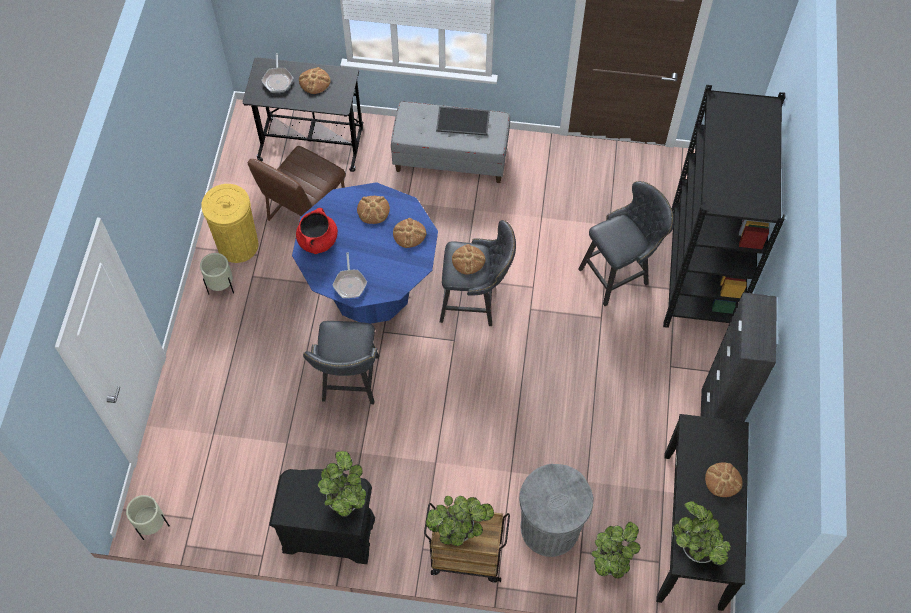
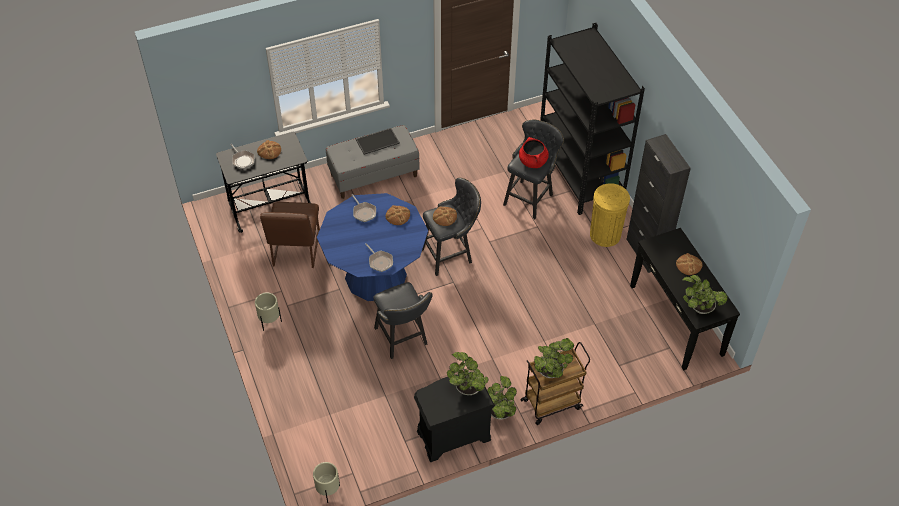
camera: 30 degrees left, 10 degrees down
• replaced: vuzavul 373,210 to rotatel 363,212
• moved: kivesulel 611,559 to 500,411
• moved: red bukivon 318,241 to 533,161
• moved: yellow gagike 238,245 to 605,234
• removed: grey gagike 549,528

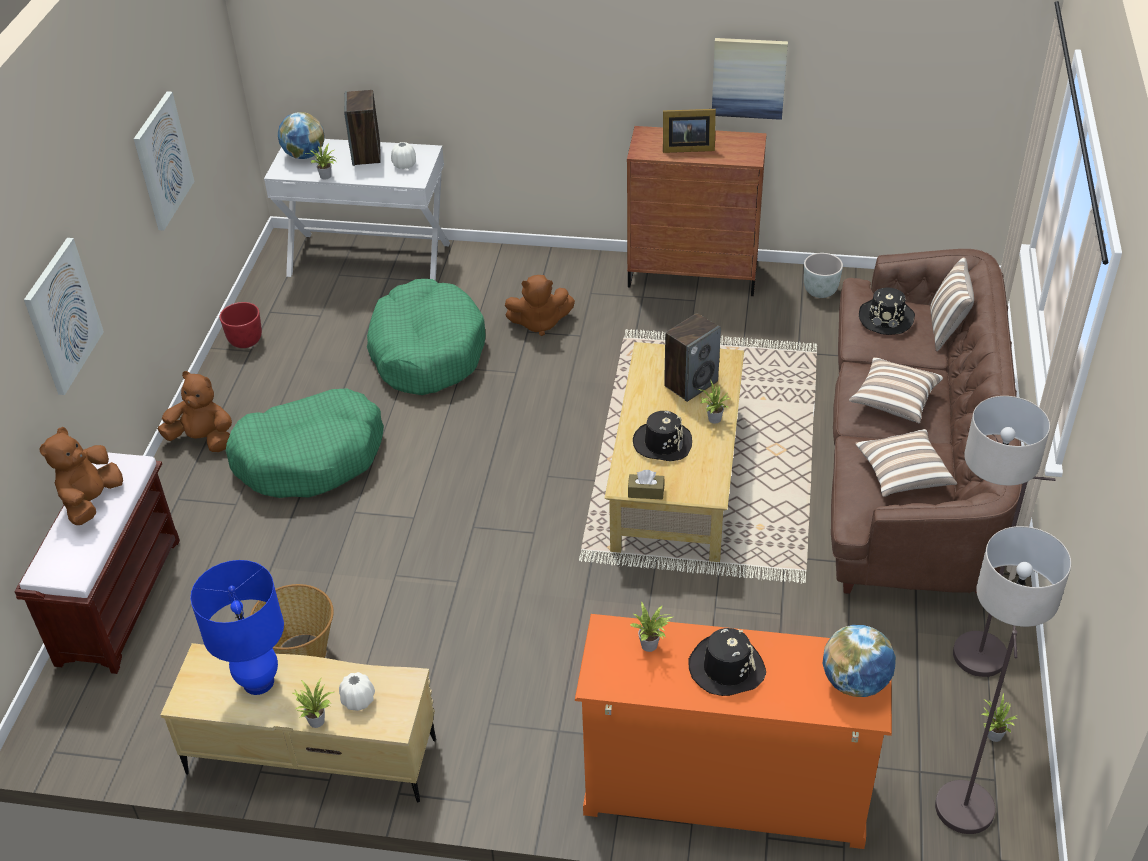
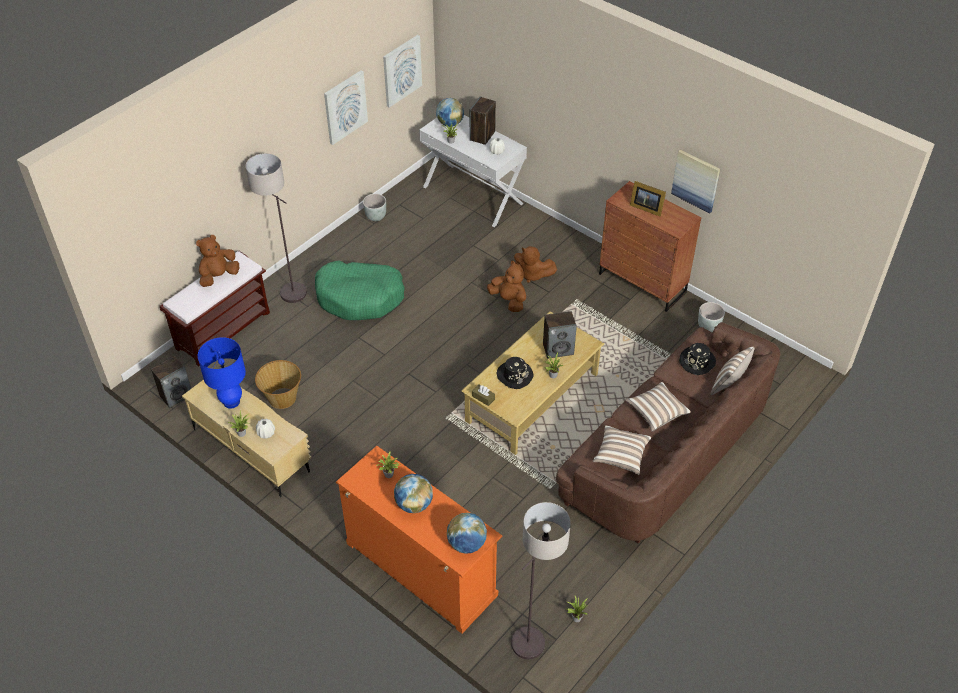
camera: 30 degrees right, 5 degrees up
• added: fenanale 176,395
• moved: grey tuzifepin 962,654 to 288,289
• recoloured: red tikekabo 245,341 to grey tikekabo 375,216
• moved: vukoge 62,316 to 401,70
• replaced: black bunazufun 726,668 to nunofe 414,504
• moved: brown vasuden 203,439 to 509,300
• removed: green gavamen 427,351

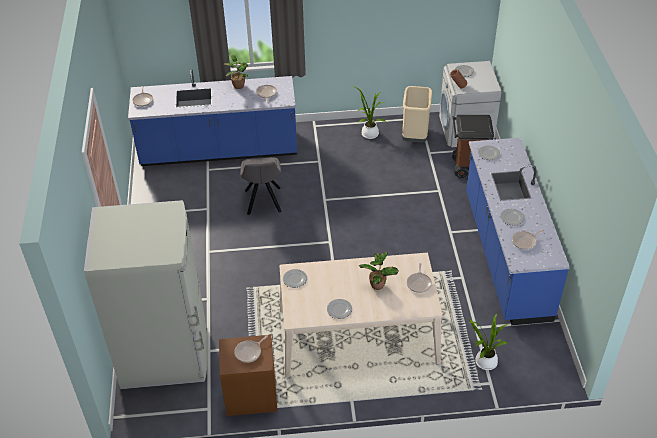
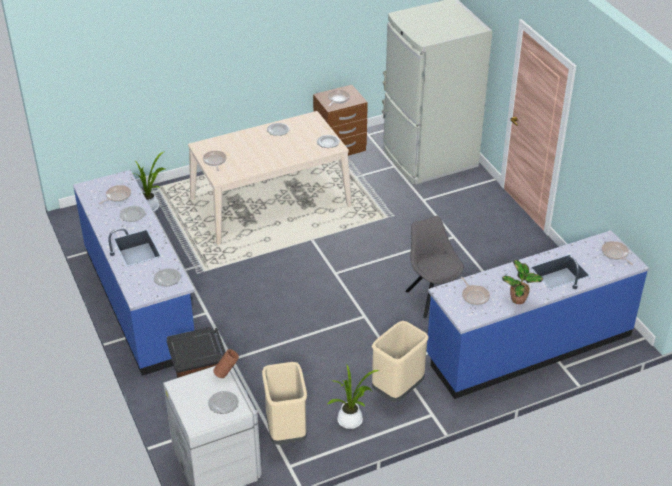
camera: 160 degrees right, 5 degrees down
• added: beige gagike 397,389
• removed: kivesulel 378,284

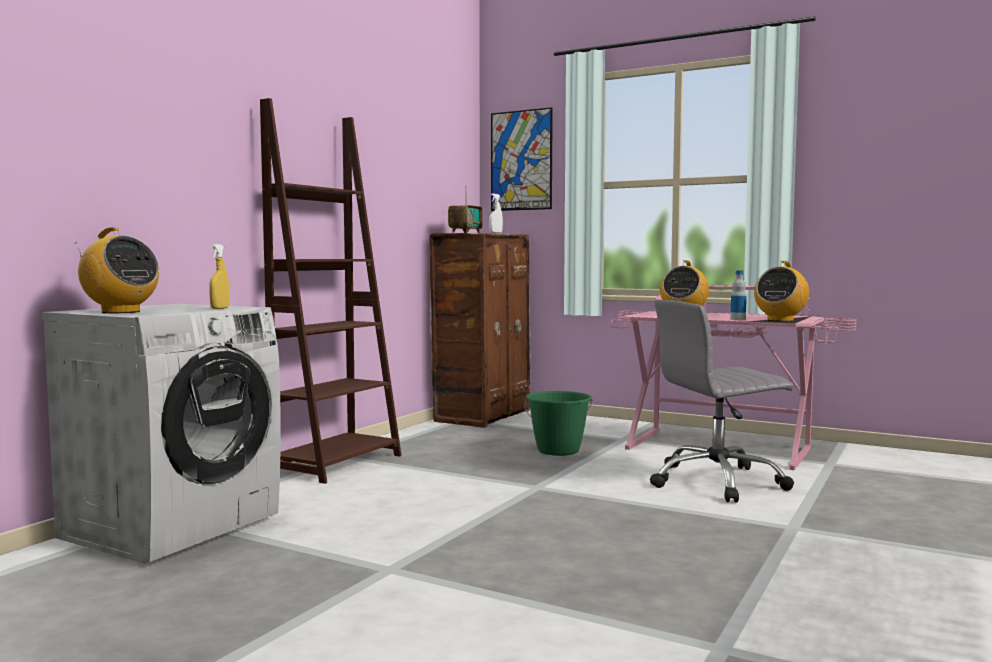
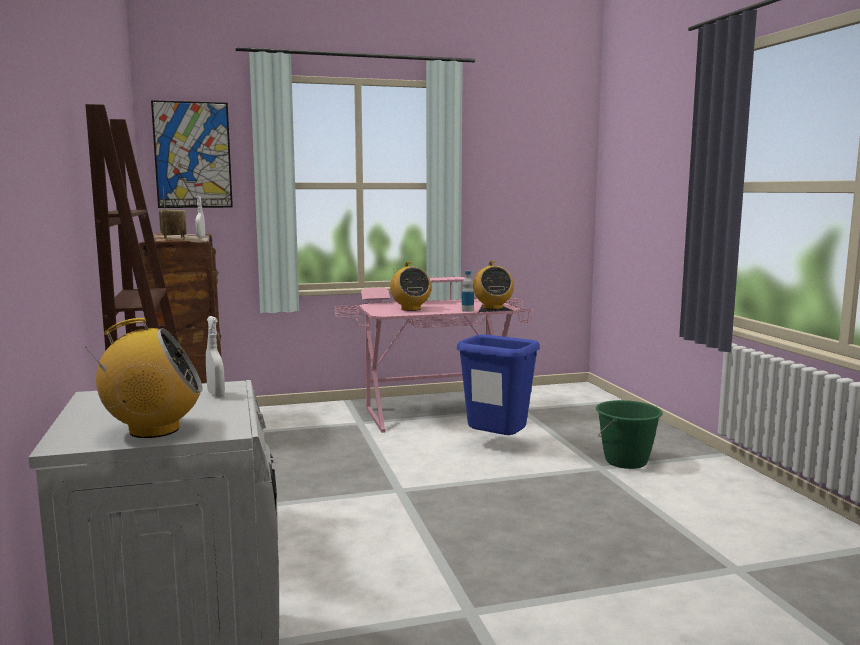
camera: 45 degrees left, 5 degrees up
• recoloured: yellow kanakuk 219,308 to white kanakuk 216,394
• replaced: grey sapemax 716,482 to blue gagike 495,445
• moved: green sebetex 558,451 to 626,461

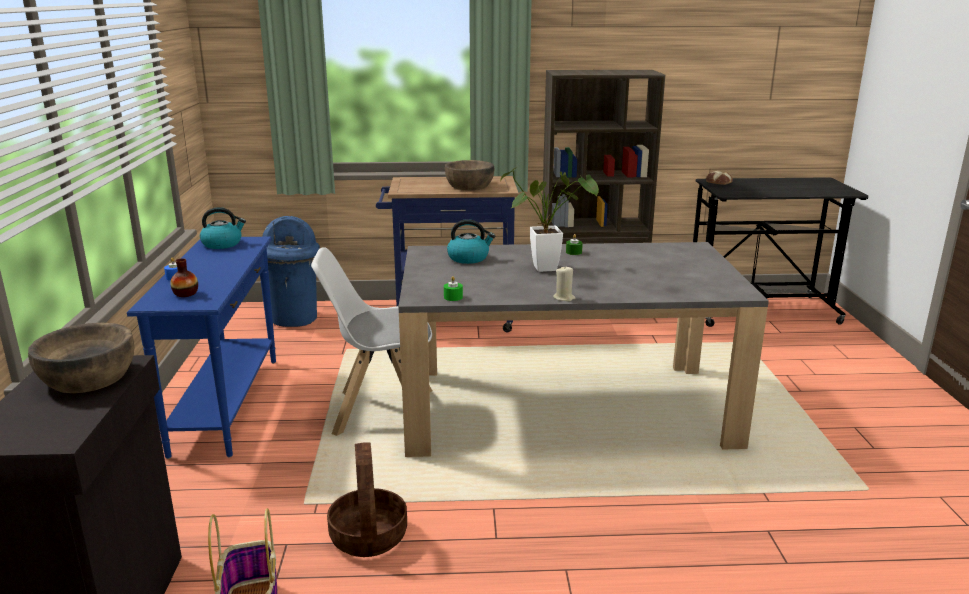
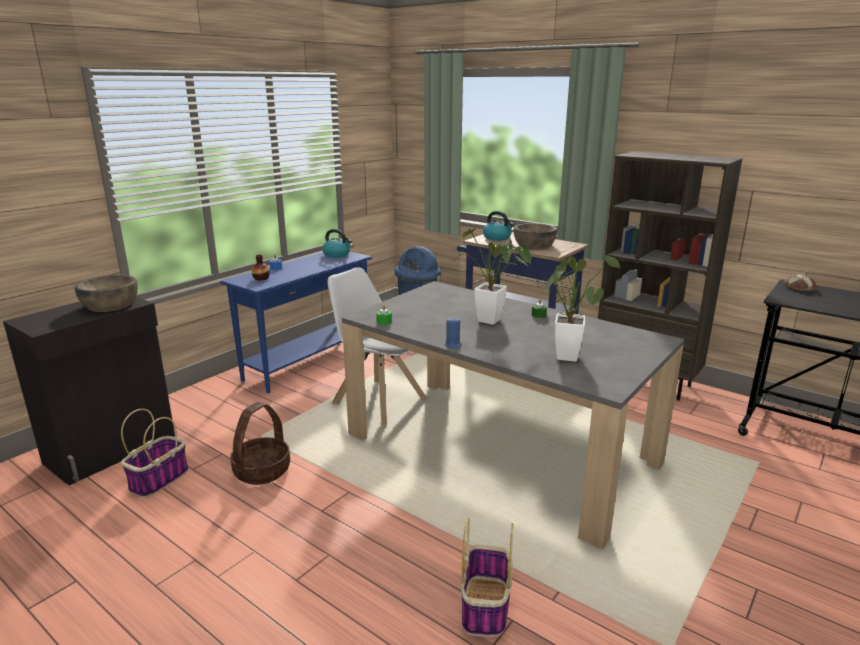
camera: 40 degrees right, 0 degrees up
• recoloured: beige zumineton 564,298 to blue zumineton 453,345
• added: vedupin 485,607
• moved: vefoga 469,258 to 497,238
• added: kivesulel 567,354

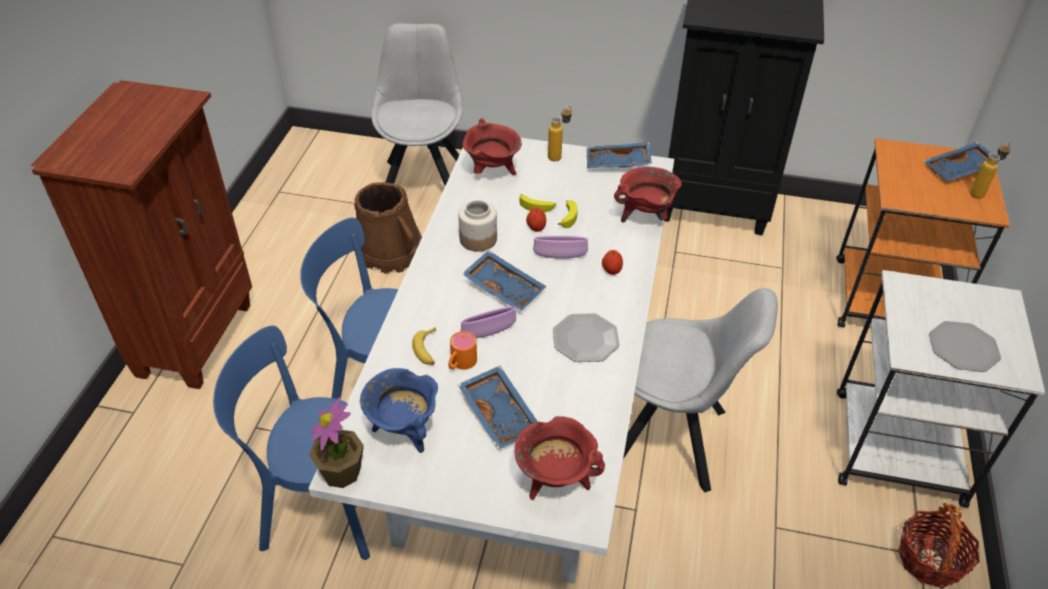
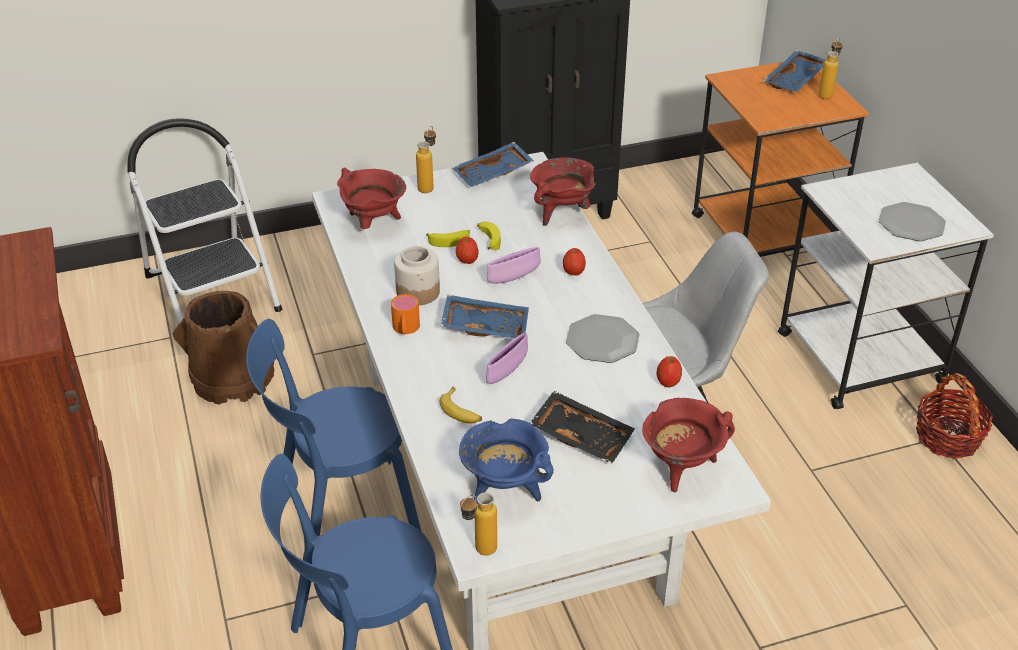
camera: 30 degrees left, 5 degrees down
• replaced: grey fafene 423,182 to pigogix 211,291
• moved: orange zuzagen 460,363 to 405,329
• replaced: kivesulel 341,472 to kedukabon 478,552
• recoloured: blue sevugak 501,413 to black sevugak 582,435
• added: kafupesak 668,382

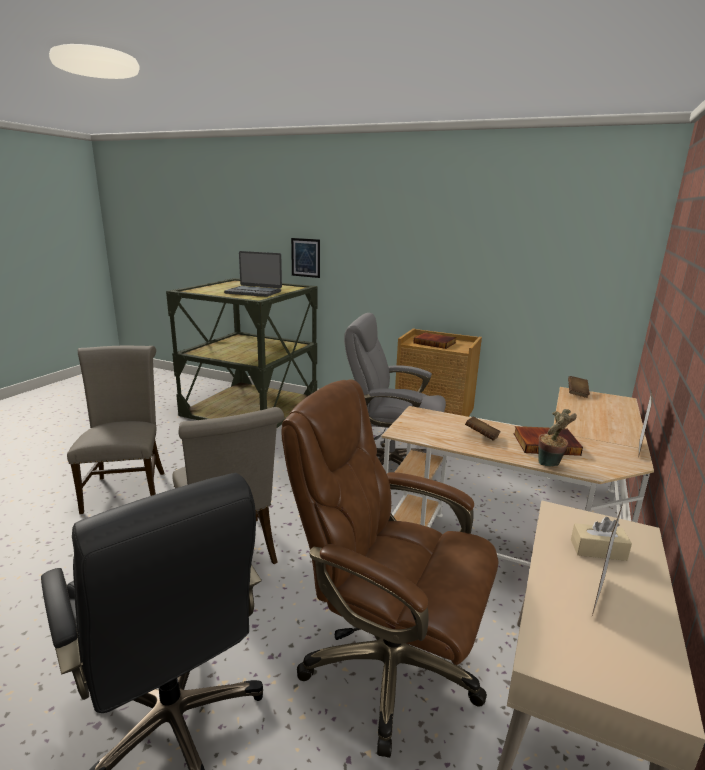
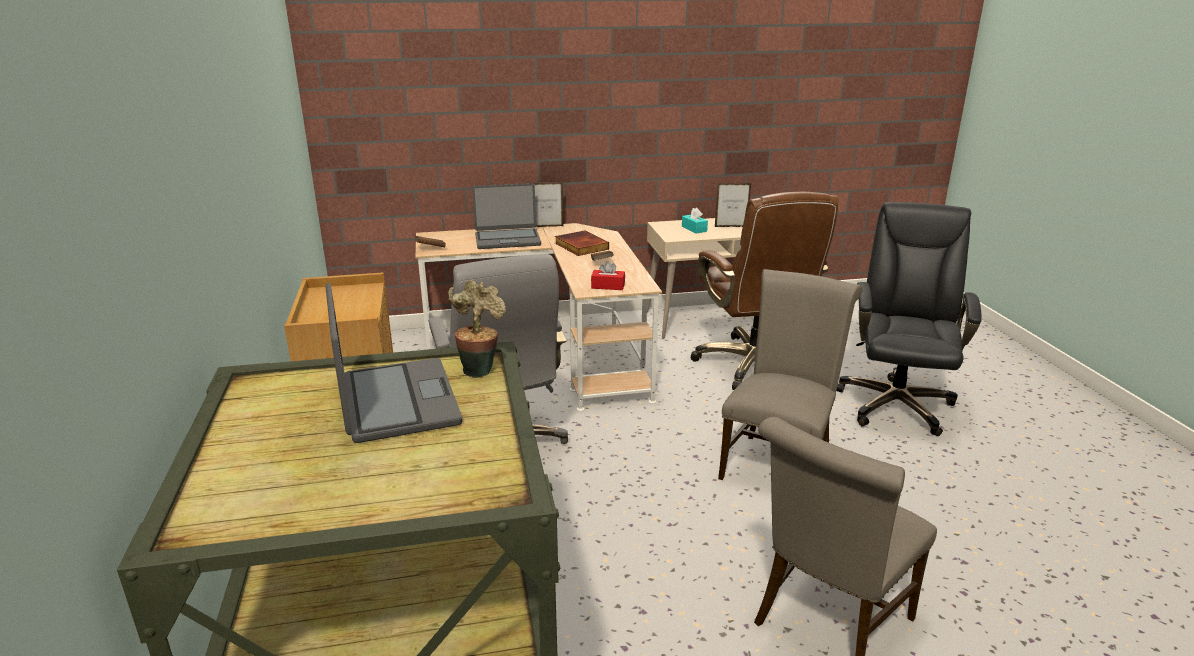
camera: 125 degrees left, 5 degrees up
• moved: kivesulel 550,464 to 479,369
• added: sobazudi 507,239
• added: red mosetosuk 608,286
• recoloured: beige mosetosuk 598,550 to turquoise mosetosuk 694,229
• removed: vukoge 305,257
• removed: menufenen 435,342

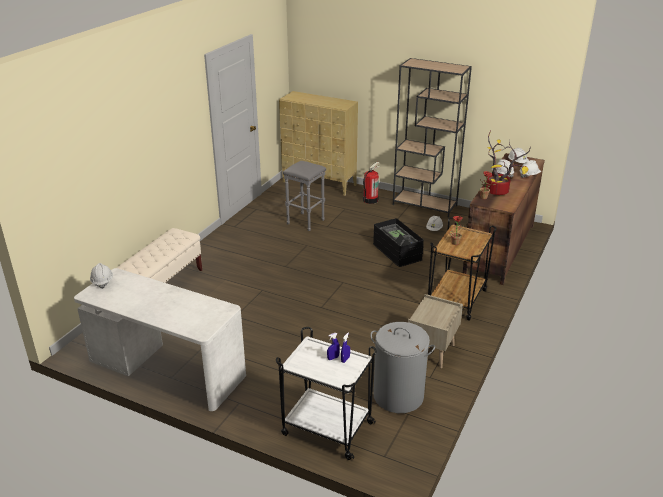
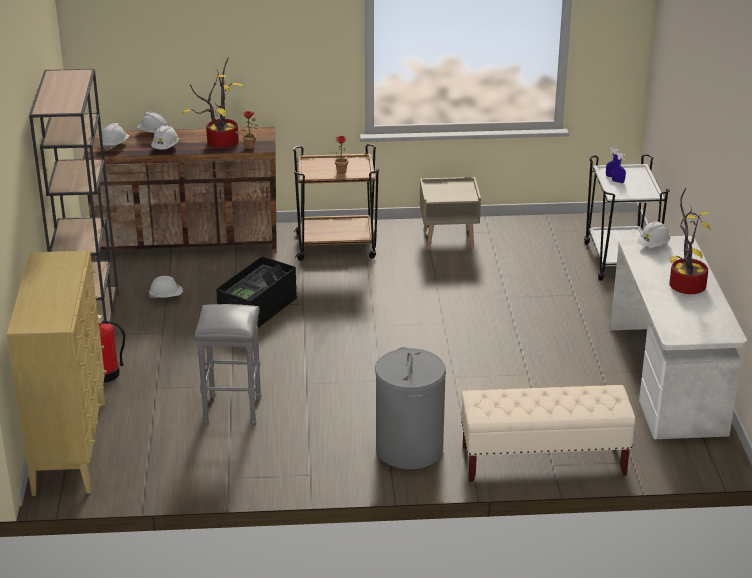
camera: 120 degrees left, 0 degrees up
• moved: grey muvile 398,396 to 409,449
• moved: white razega 102,281 to 653,245
• added: kivesulel 684,285

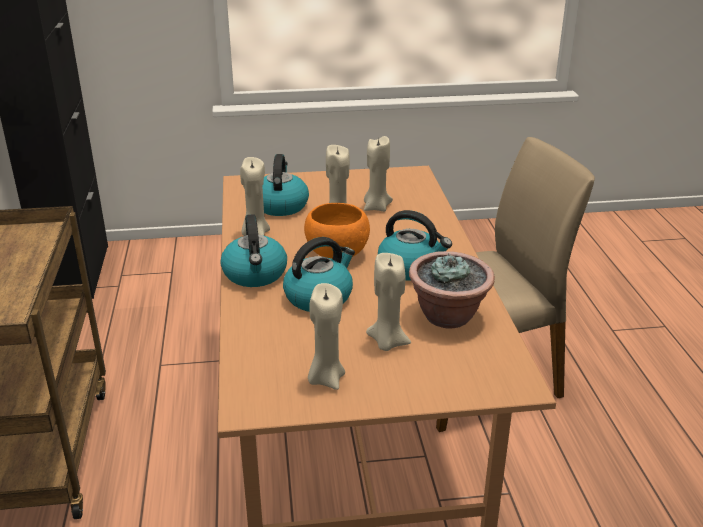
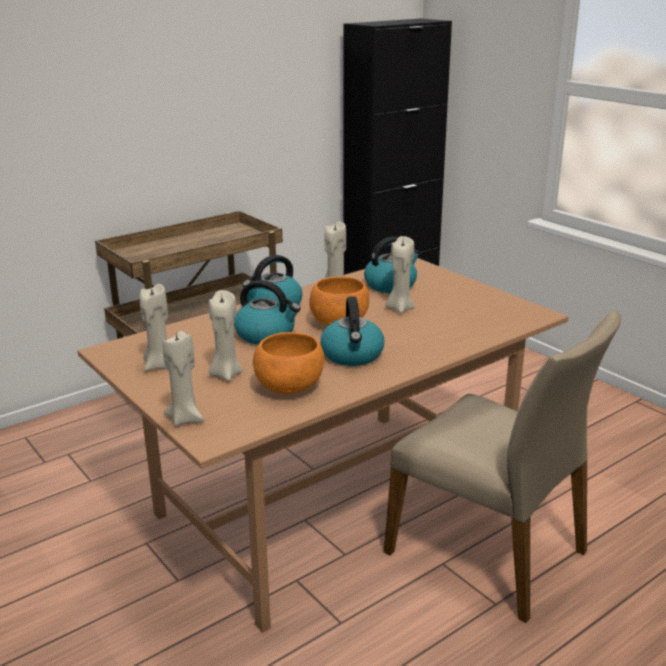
camera: 60 degrees right, 5 degrees down
• moved: beige zumineton 376,207 to 185,418
• replaced: kivesulel 448,316 to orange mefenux 289,388

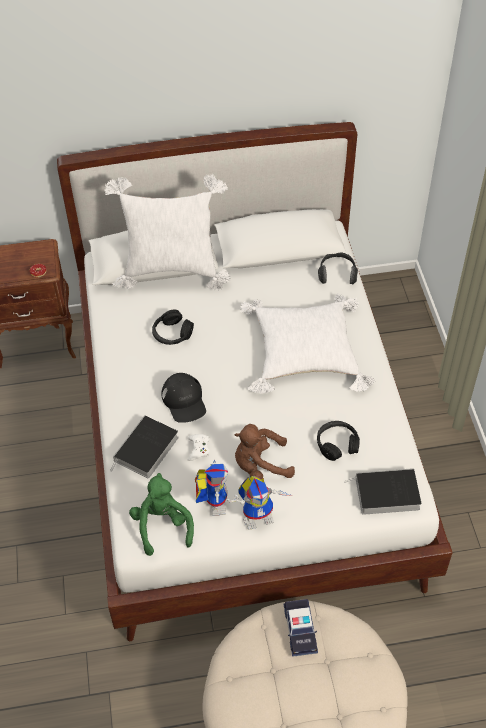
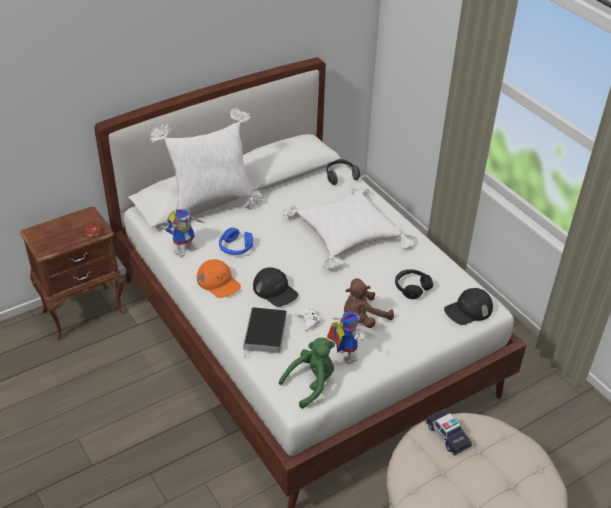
camera: 25 degrees left, 10 degrees down
• moved: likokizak 259,516 to 185,248
• added: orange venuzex 218,282
• recoloured: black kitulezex 172,334 to blue kitulezex 235,248
• turned: green vasuden 162,525 = 311,384 90 degrees clockwise
• replaced: menufenen 385,494 to black venuzex 468,310

